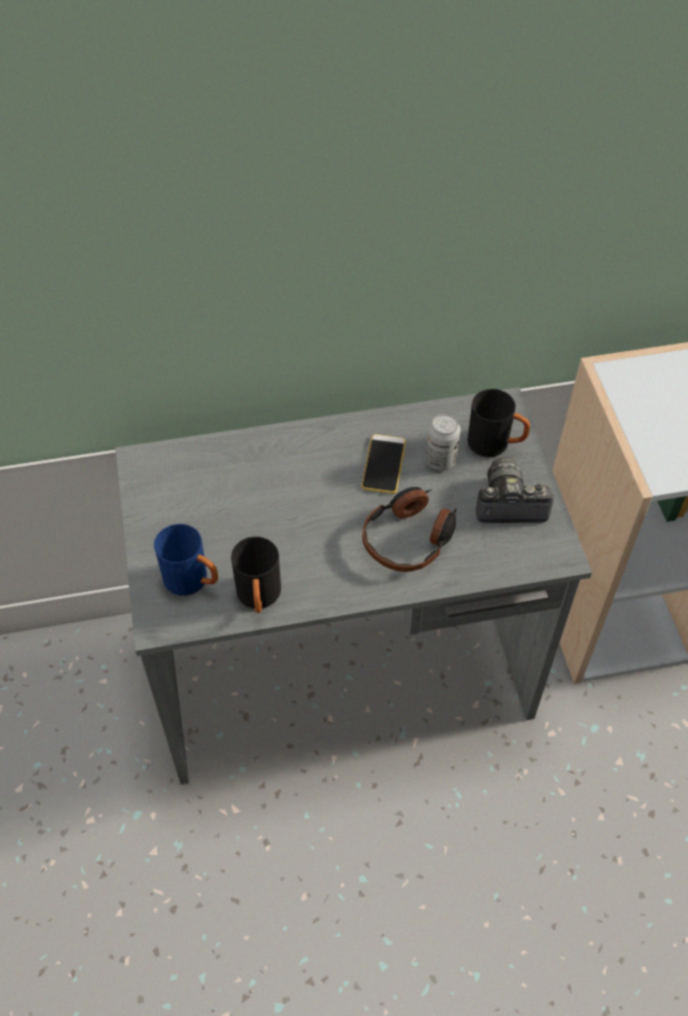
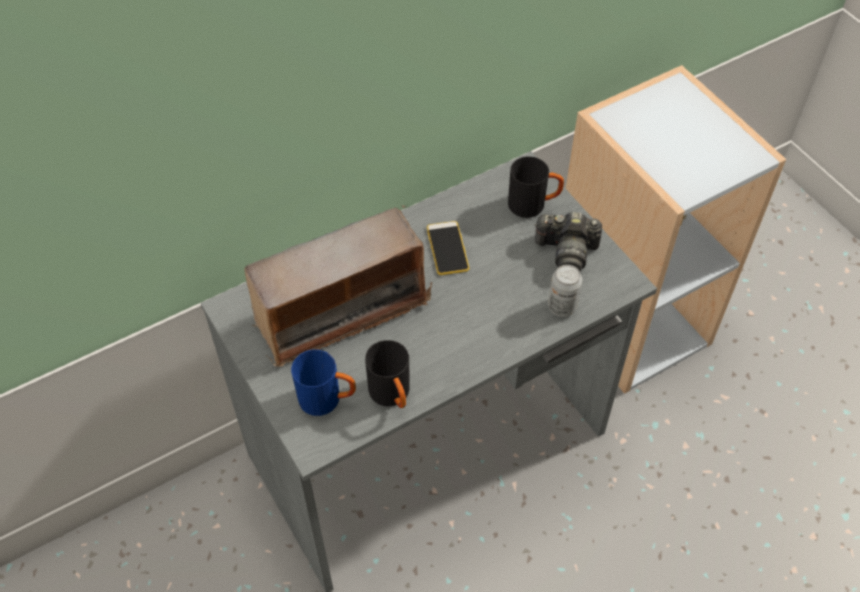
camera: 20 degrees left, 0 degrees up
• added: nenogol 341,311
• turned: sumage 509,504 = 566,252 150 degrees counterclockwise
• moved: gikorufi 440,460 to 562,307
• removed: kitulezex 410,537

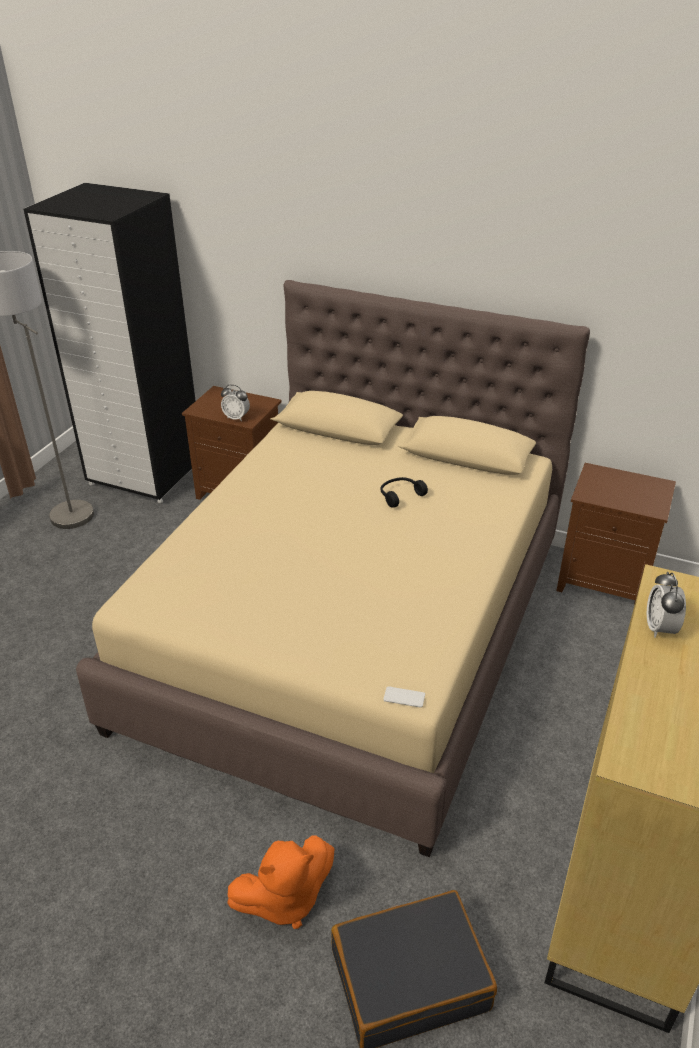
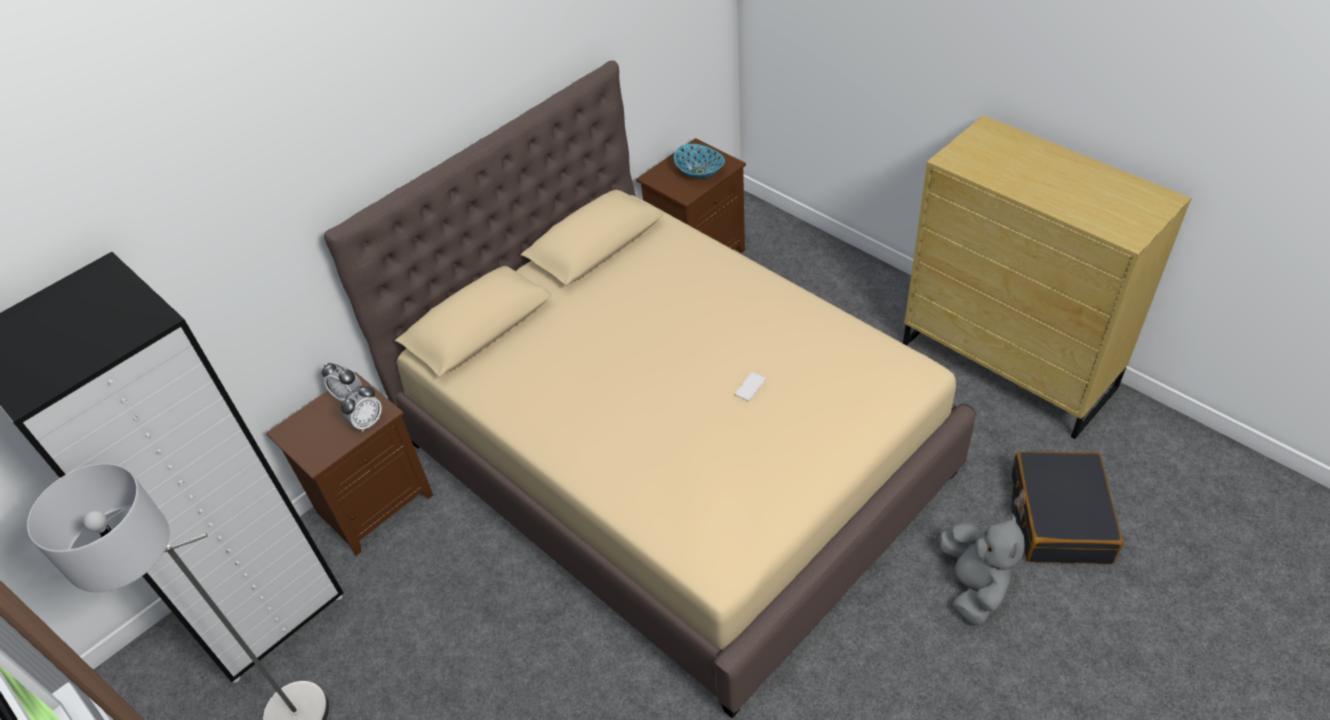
camera: 65 degrees left, 10 degrees up
• moved: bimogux 660,628 to 349,396
• added: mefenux 699,172
• moved: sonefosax 404,697 to 750,387
• recoloured: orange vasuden 284,899 to grey vasuden 973,586
• removed: black kitulezex 400,495

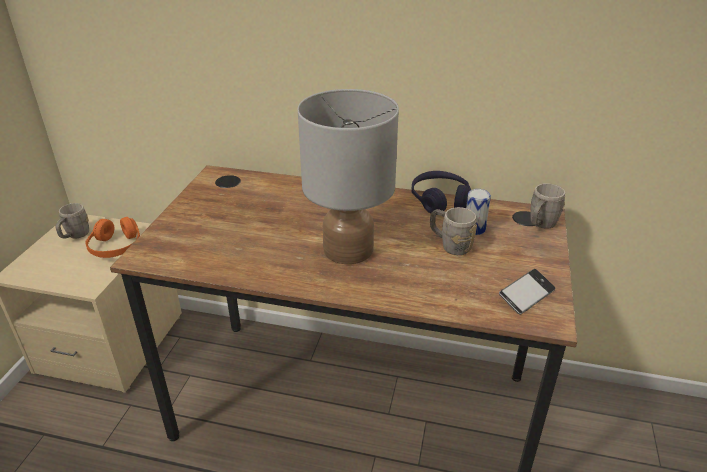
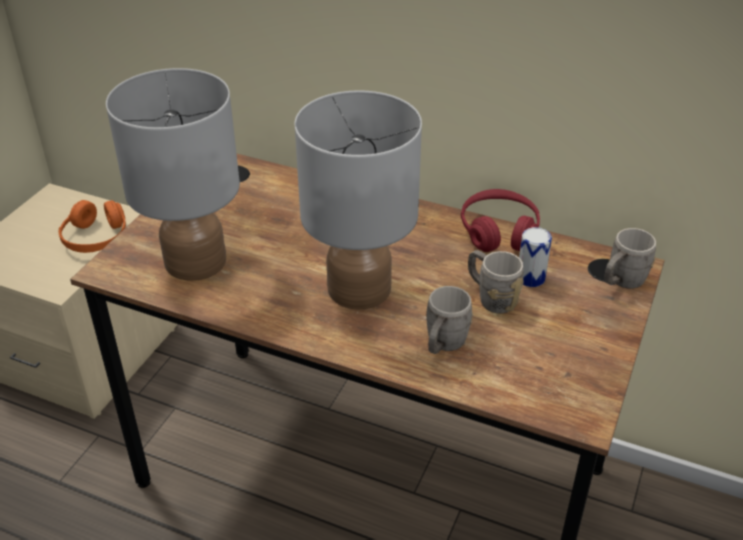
camera: 10 degrees right, 5 degrees up
• added: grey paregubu 195,262
• moved: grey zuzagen 75,236 to 443,345
• recoloured: purple kitulezex 440,201 to red kitulezex 499,232
• removed: sonefosax 526,295

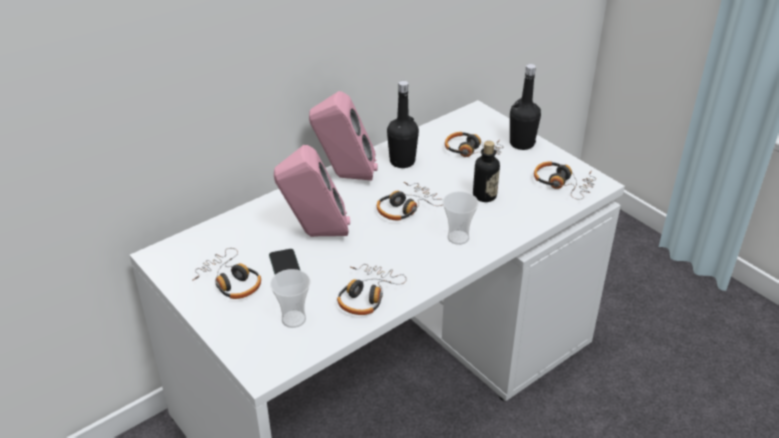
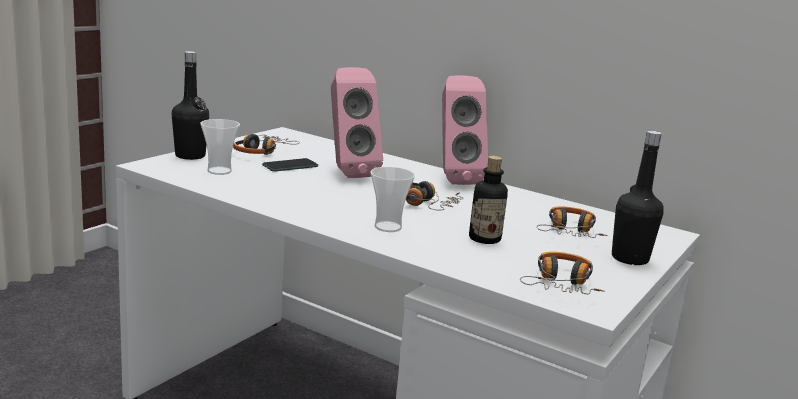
camera: 70 degrees right, 20 degrees down
• moved: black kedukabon 402,161 to 190,156
• removed: kitulezex 367,295

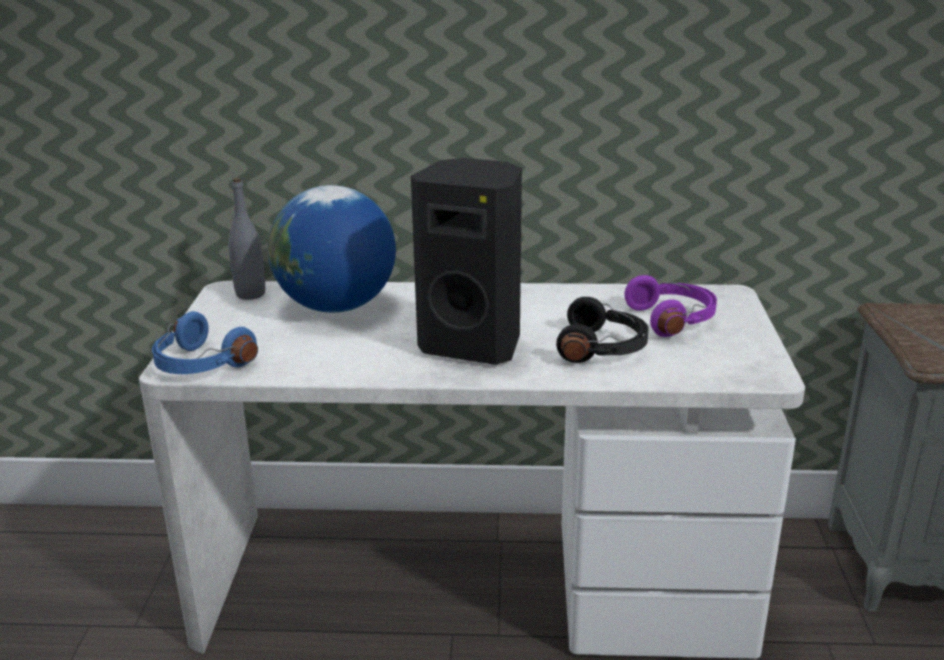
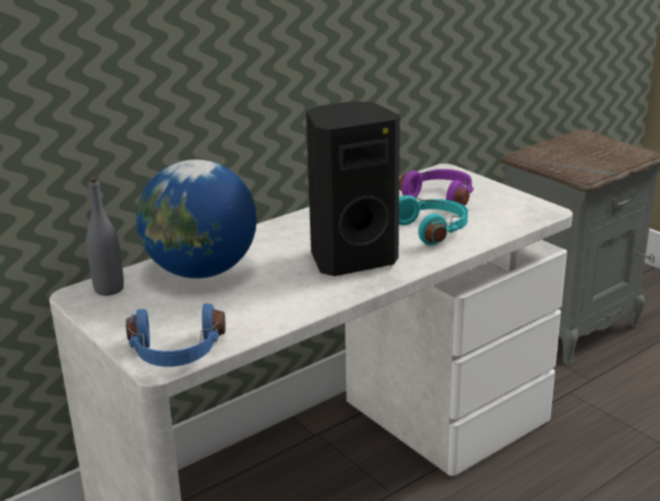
camera: 40 degrees left, 0 degrees up
• recoloured: black kitulezex 603,348 to turquoise kitulezex 433,230

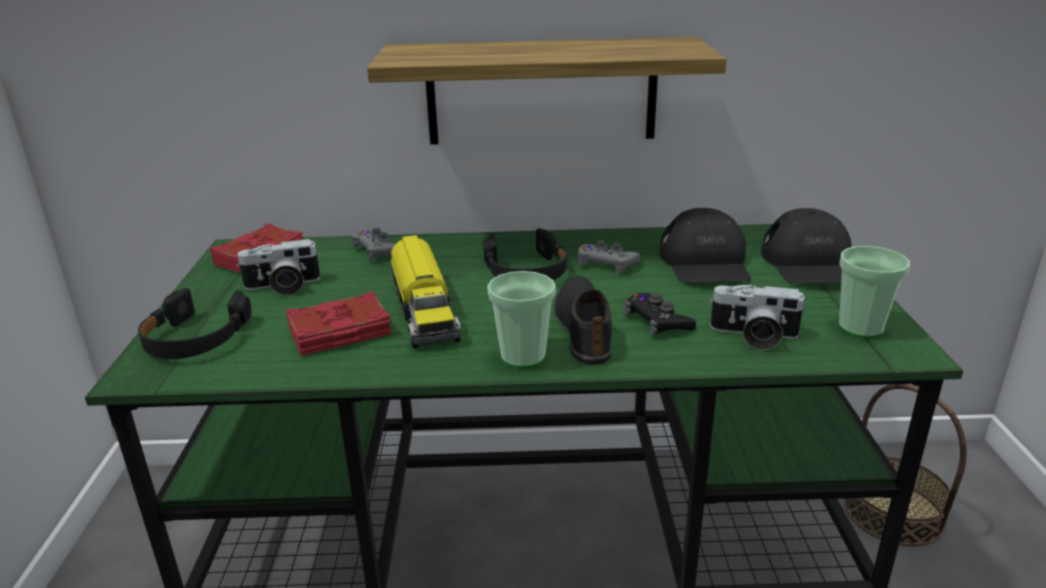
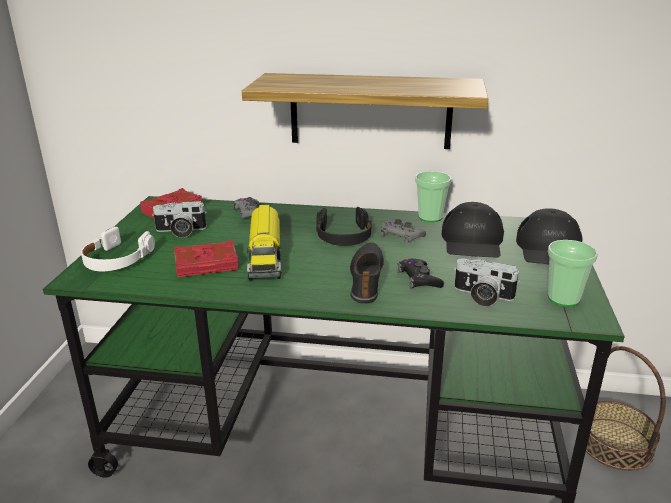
camera: 10 degrees right, 0 degrees up
• recoloured: black kitulezex 195,338 to white kitulezex 116,259
• moved: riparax 523,356 to 430,217

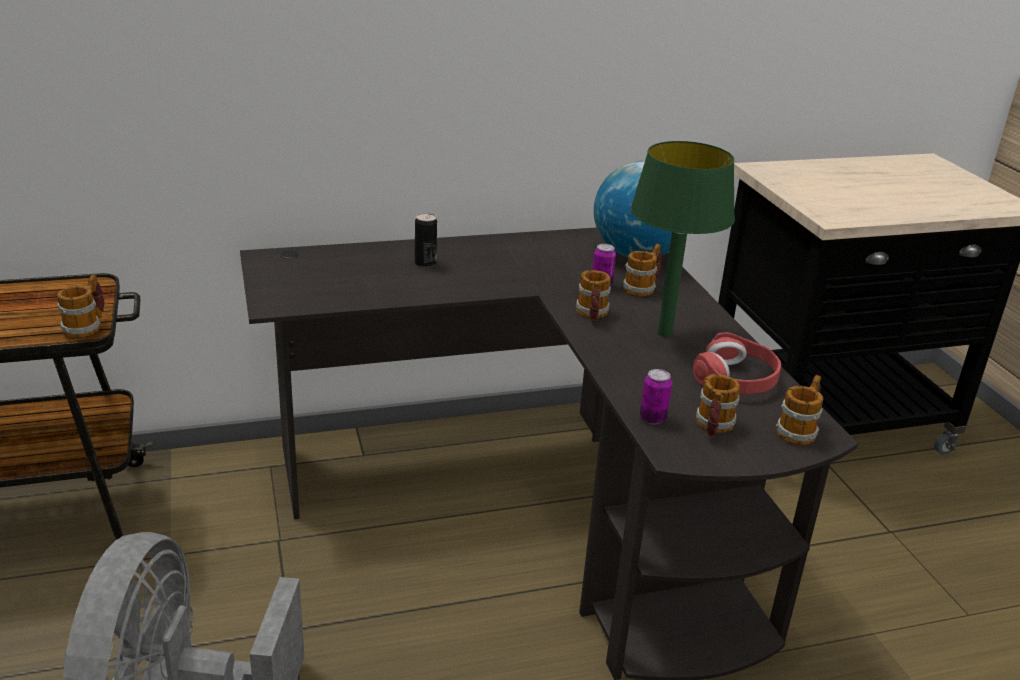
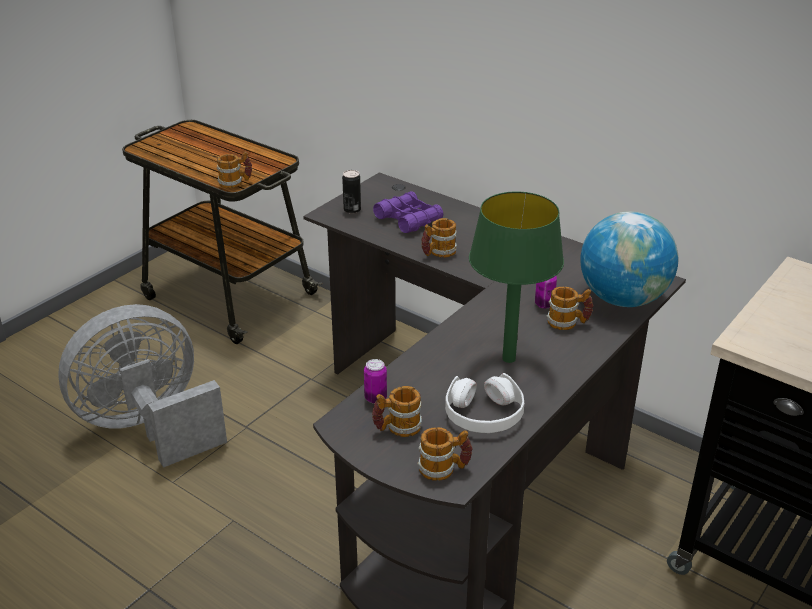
camera: 55 degrees right, 5 degrees up
• moved: gikorufi 425,263 to 352,209
• added: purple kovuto 408,219
• moved: zuzagen 592,315 to 438,253
• recoloured: red kitulezex 736,379 to white kitulezex 484,414

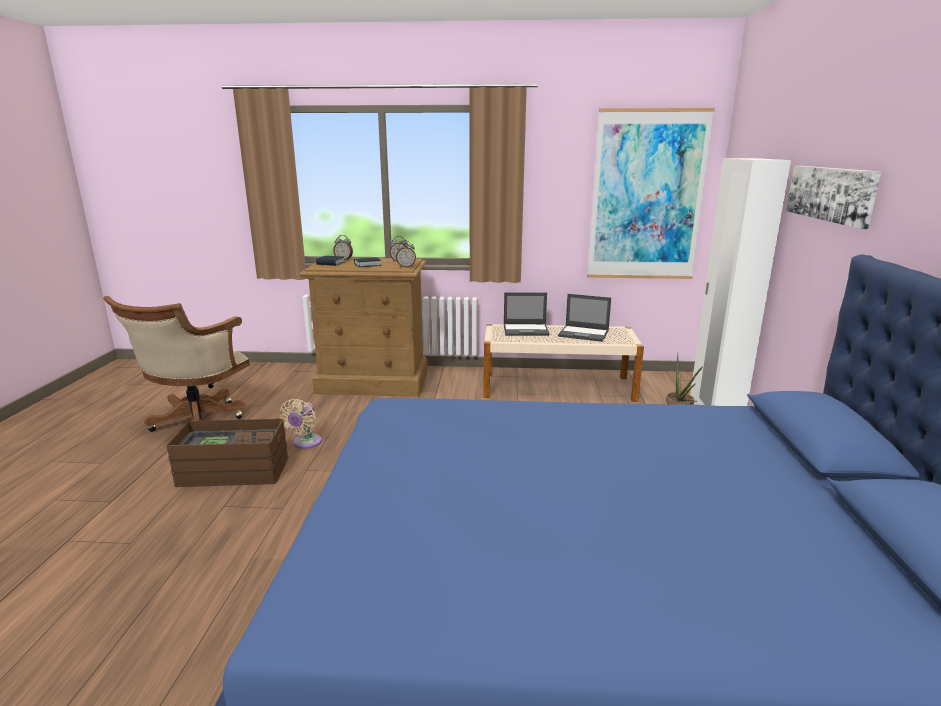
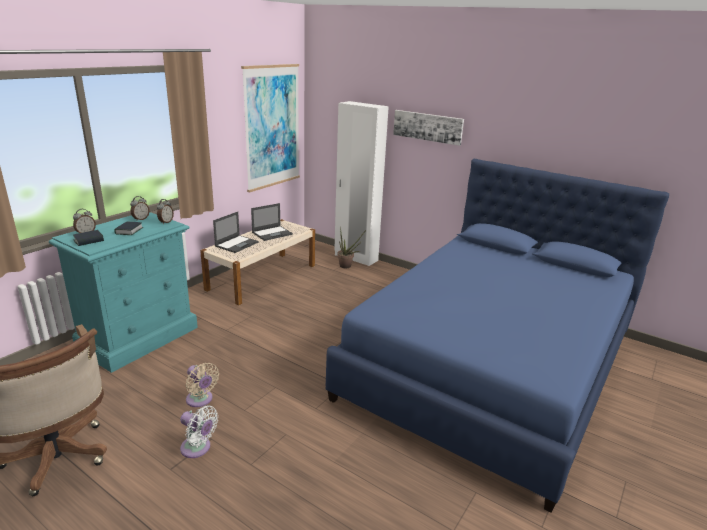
camera: 60 degrees left, 5 degrees up
• recoloured: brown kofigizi 373,382 to turquoise kofigizi 139,338
• replaced: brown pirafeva 234,470 to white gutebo 198,448

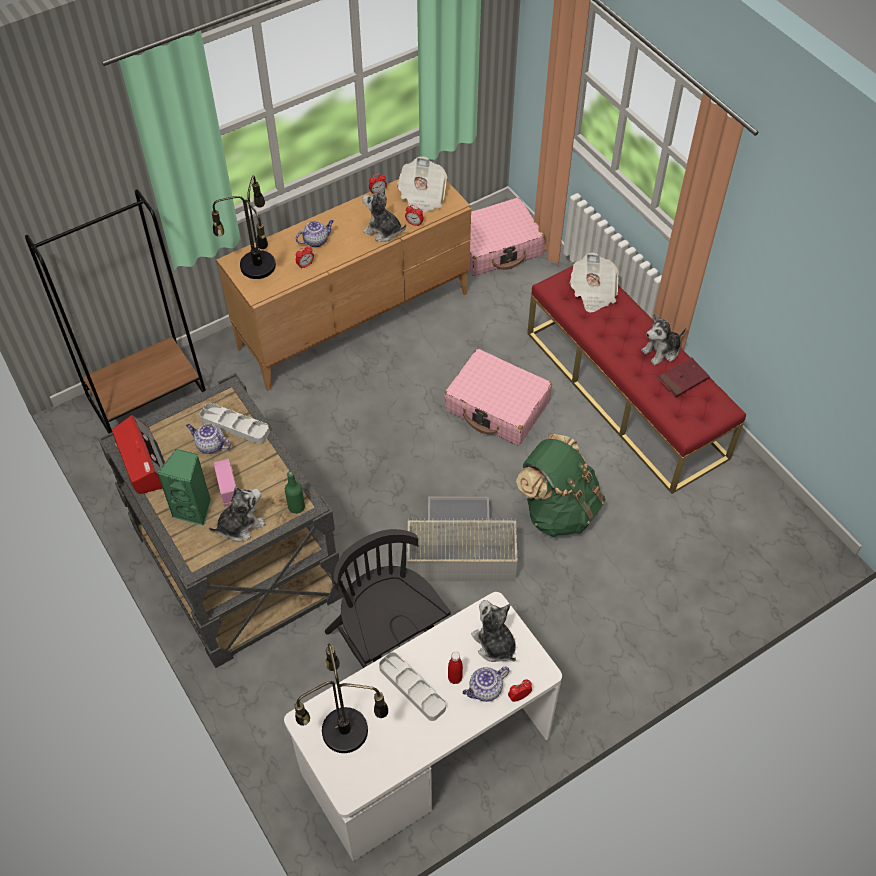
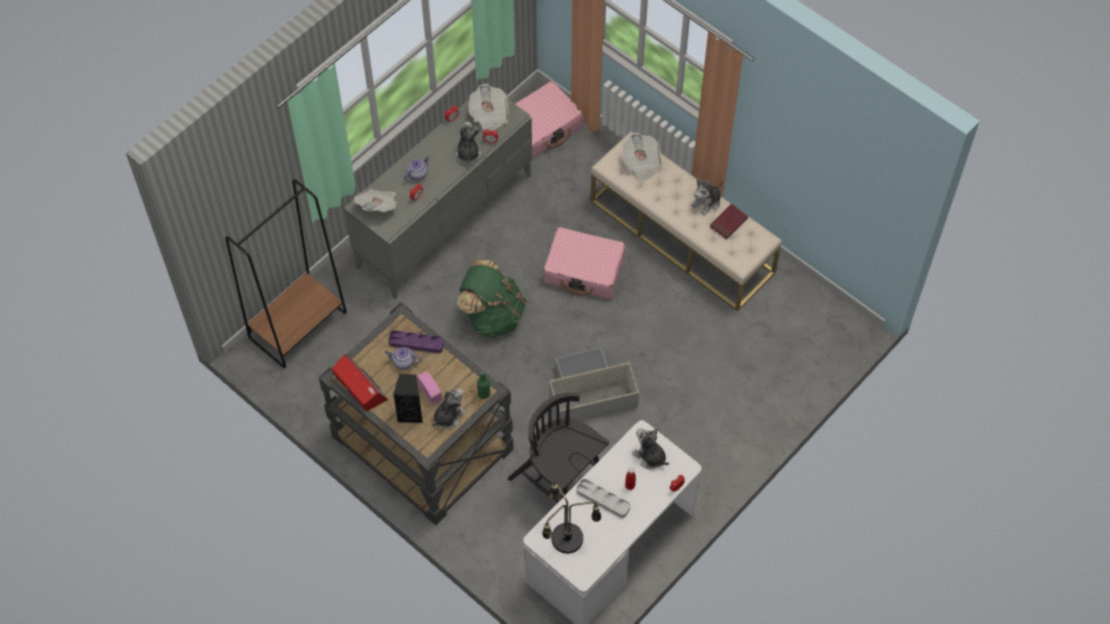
camera: 15 degrees left, 5 degrees up
• recoloured: brown kofigizi 354,319 to grey kofigizi 444,220
• replaced: paregubu 257,266 to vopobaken 378,206
• recoloured: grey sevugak 235,426 to purple sevugak 416,343
• recoloured: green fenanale 194,509 to black fenanale 411,413
• turned: vasuden 383,231 = 468,153 75 degrees clockwise
• moved: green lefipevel 558,509 to 493,315
• recoloured: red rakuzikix 625,394 to beige rakuzikix 682,236
• removed: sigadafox 485,690

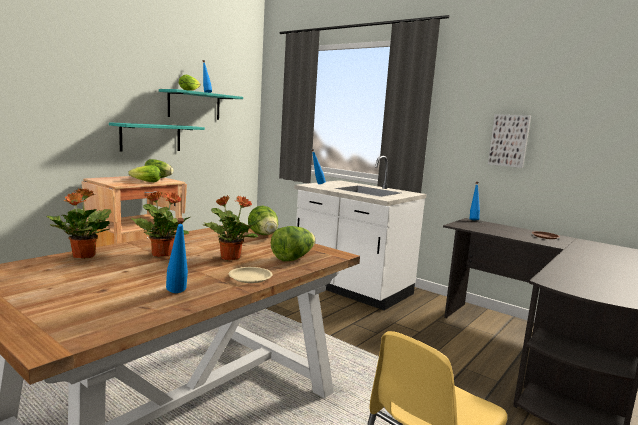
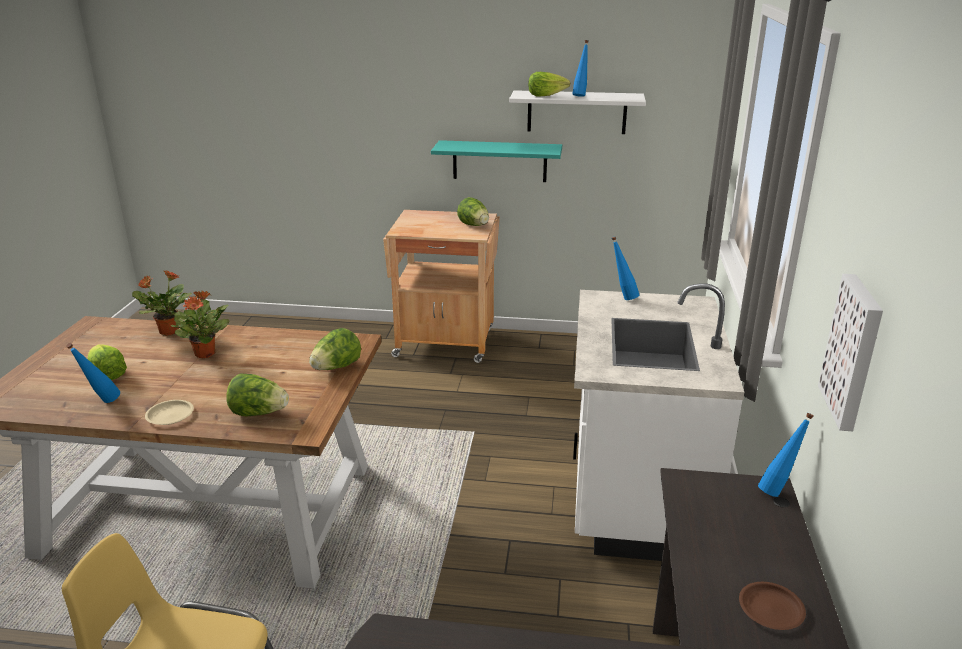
camera: 60 degrees right, 15 degrees up
• moved: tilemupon 146,182 to 107,374
• recoloured: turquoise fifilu 194,105 to white fifilu 576,112
• removed: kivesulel 230,257

